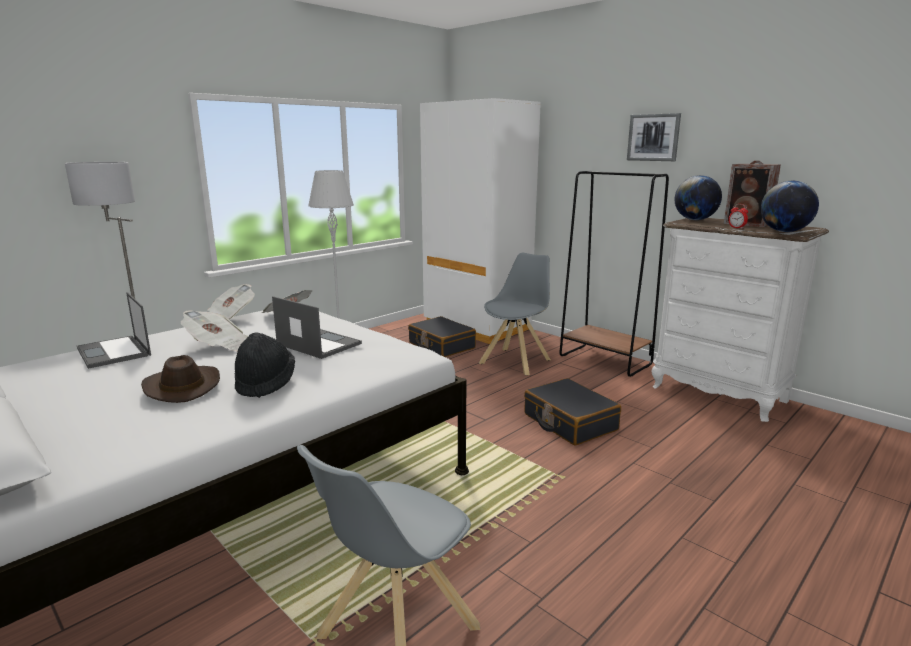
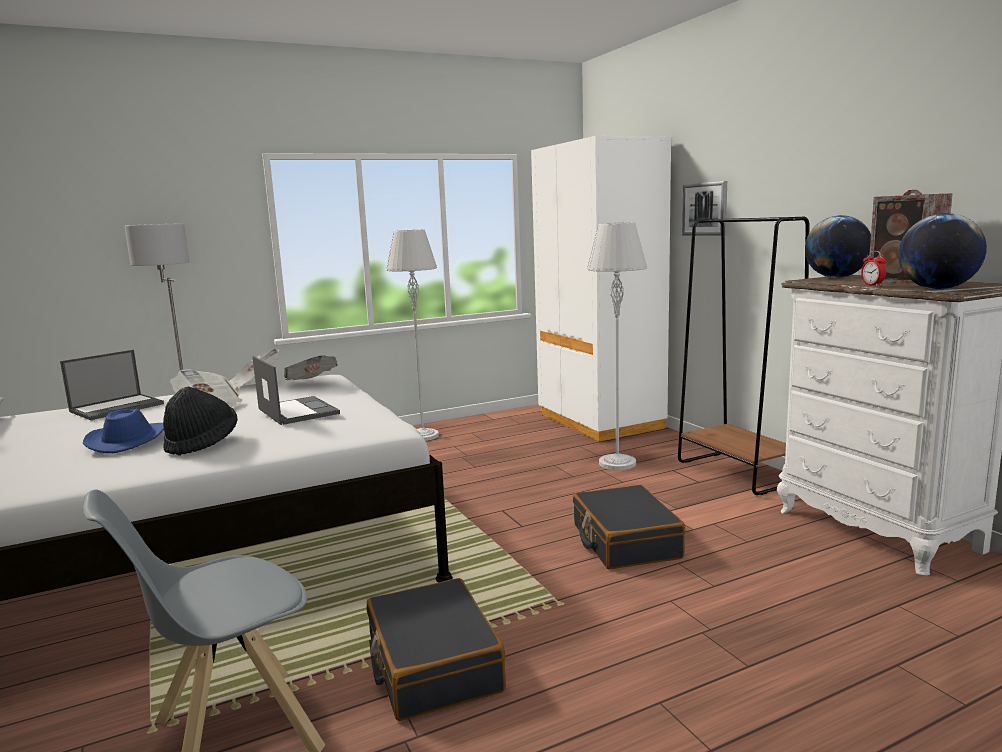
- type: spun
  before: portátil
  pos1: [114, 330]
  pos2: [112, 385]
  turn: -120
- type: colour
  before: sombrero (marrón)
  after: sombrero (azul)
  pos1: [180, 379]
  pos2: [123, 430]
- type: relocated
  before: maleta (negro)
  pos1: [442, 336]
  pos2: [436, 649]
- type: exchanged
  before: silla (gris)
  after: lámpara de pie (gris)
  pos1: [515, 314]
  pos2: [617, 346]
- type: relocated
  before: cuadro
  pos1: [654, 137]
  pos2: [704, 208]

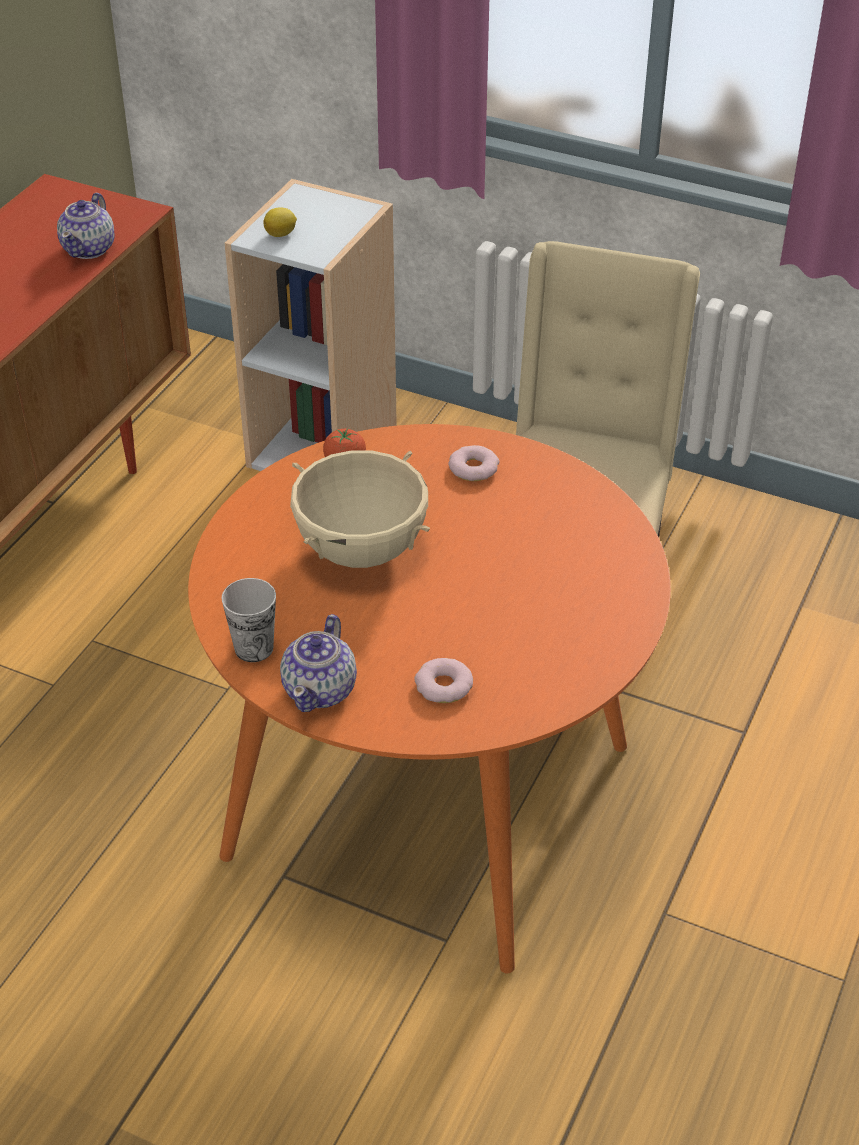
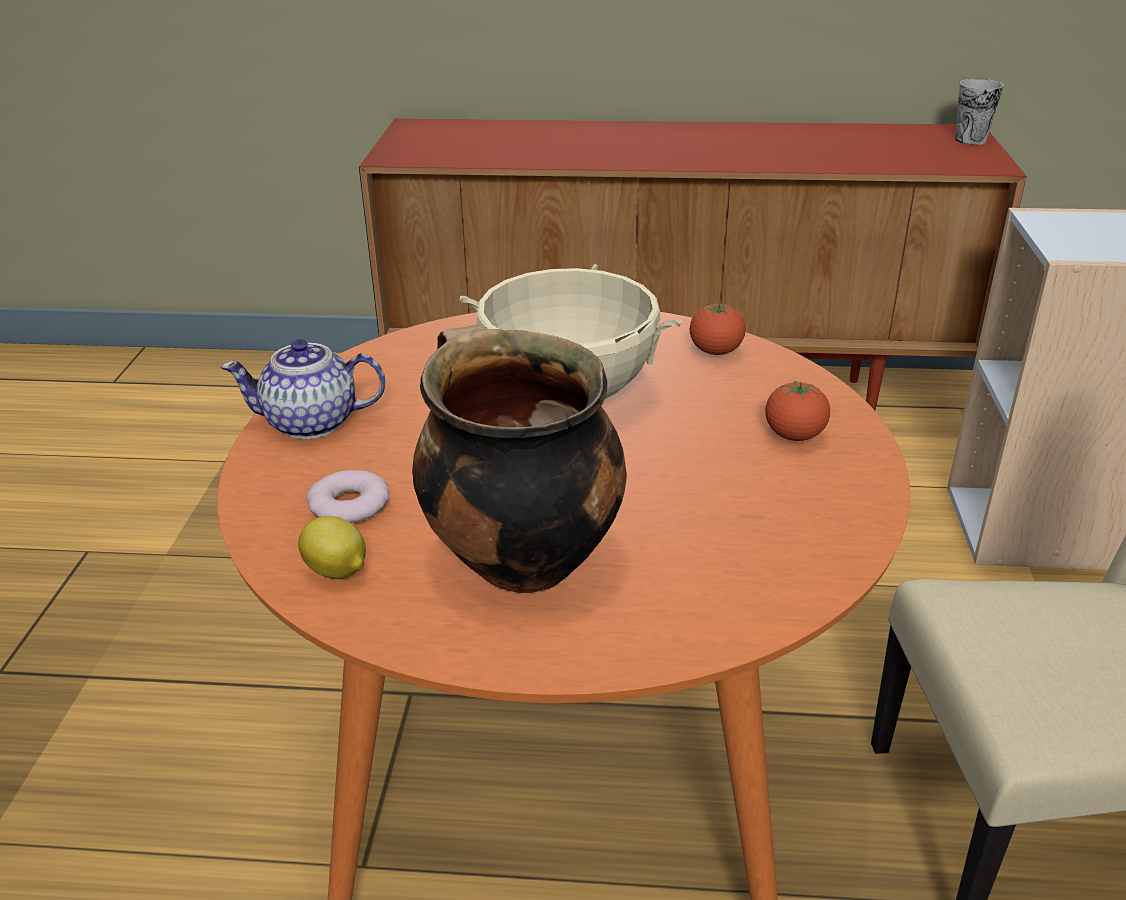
- type: relocated
  before: limón
  pos1: [280, 222]
  pos2: [332, 547]
- type: appeared
  after: olla
  pos2: [519, 459]
- type: exchanged
  before: rosquilla
  after: tomate
  pos1: [473, 463]
  pos2: [797, 411]
- type: relocated
  before: taza
  pos1: [249, 620]
  pos2: [979, 112]
- type: missing
  before: tetera
  pos1: [85, 226]

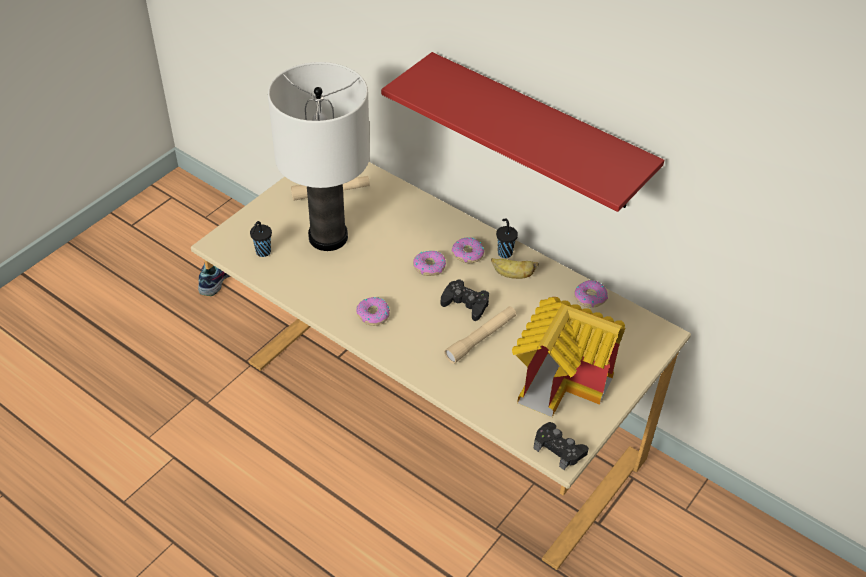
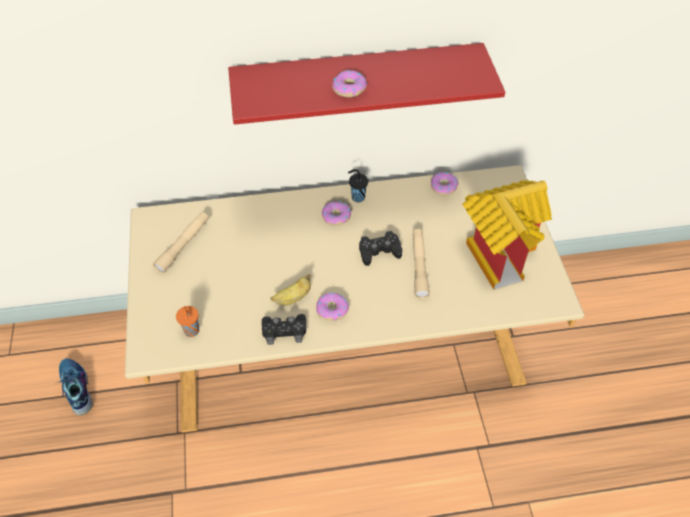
- type: colour
  before: taza (negro)
  after: taza (naranja)
  pos1: [261, 239]
  pos2: [187, 321]
- type: relocated
  before: mando de consola (negro)
  pos1: [561, 446]
  pos2: [284, 329]
- type: relocated
  before: plátano
  pos1: [515, 268]
  pos2: [290, 290]
- type: relocated
  before: rosquilla
  pos1: [429, 263]
  pos2: [349, 83]
- type: missing
  before: lámpara de mesa (blanco)
  pos1: [319, 156]

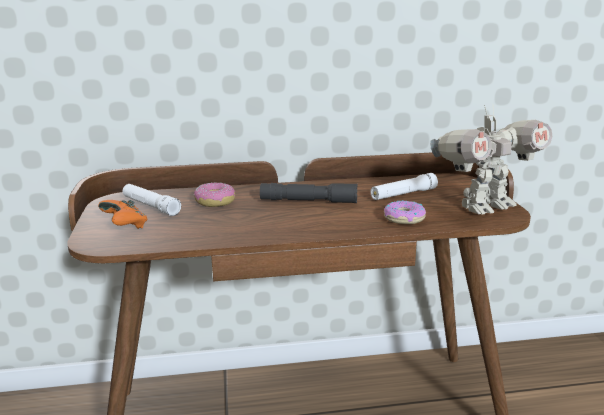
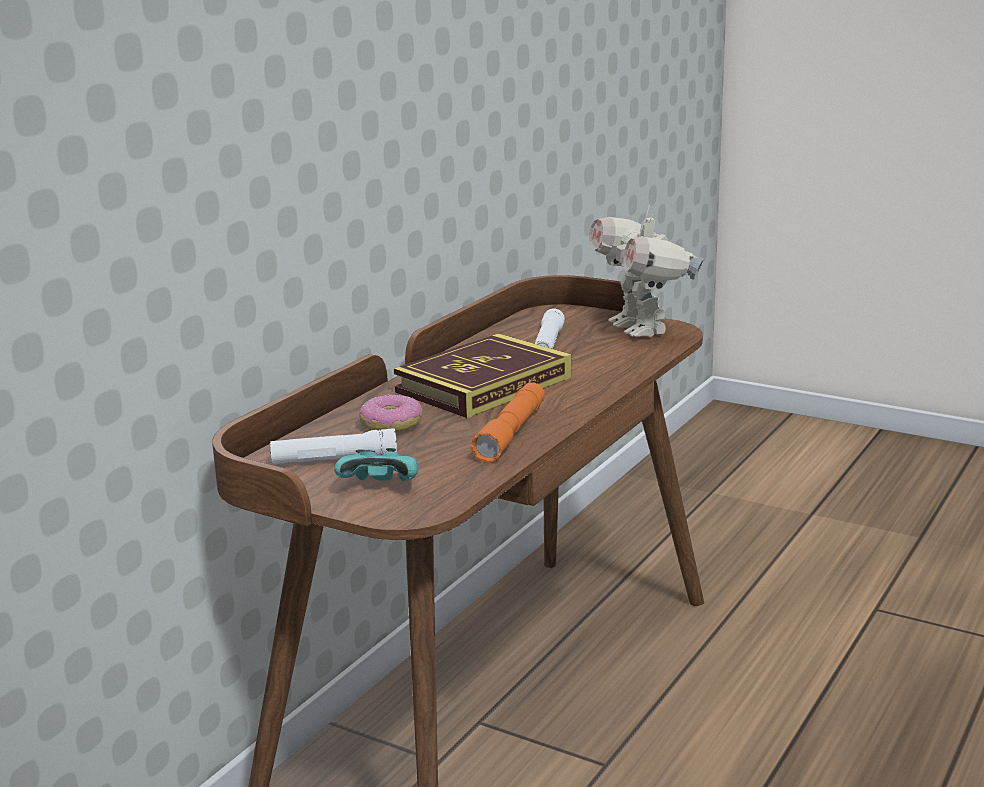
- type: colour
  before: mando de consola (naranja)
  after: mando de consola (turquesa)
  pos1: [122, 214]
  pos2: [376, 464]
- type: exchanged
  before: linterna (gris)
  after: libro
  pos1: [308, 193]
  pos2: [482, 375]
- type: appeared
  after: linterna (naranja)
  pos2: [508, 422]
- type: spun
  before: robot de juguete
  pos1: [491, 159]
  pos2: [646, 270]
  turn: 150
- type: missing
  before: rosquilla
  pos1: [405, 212]

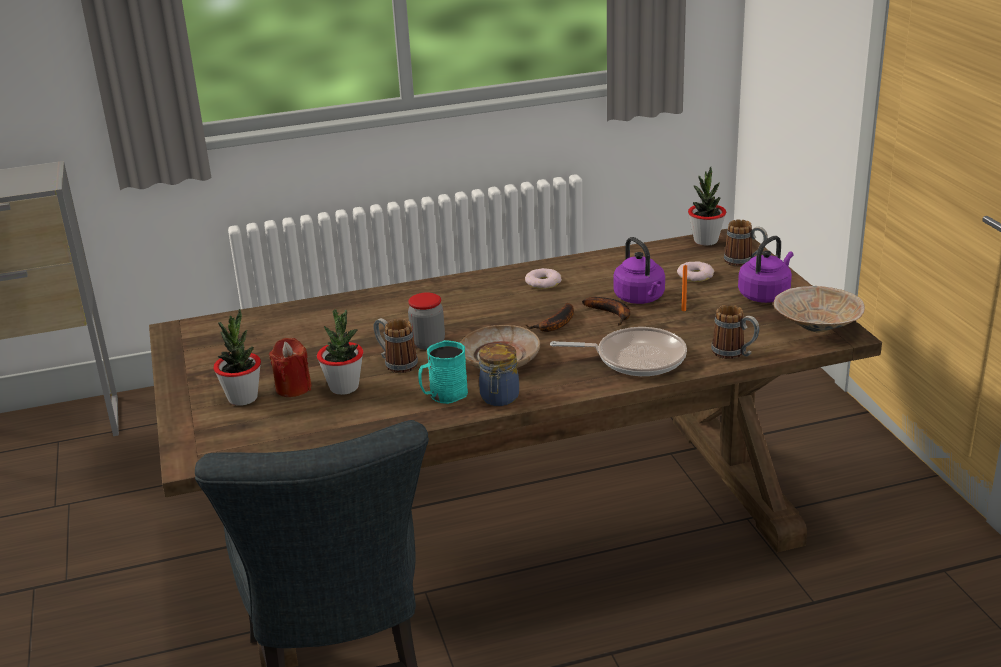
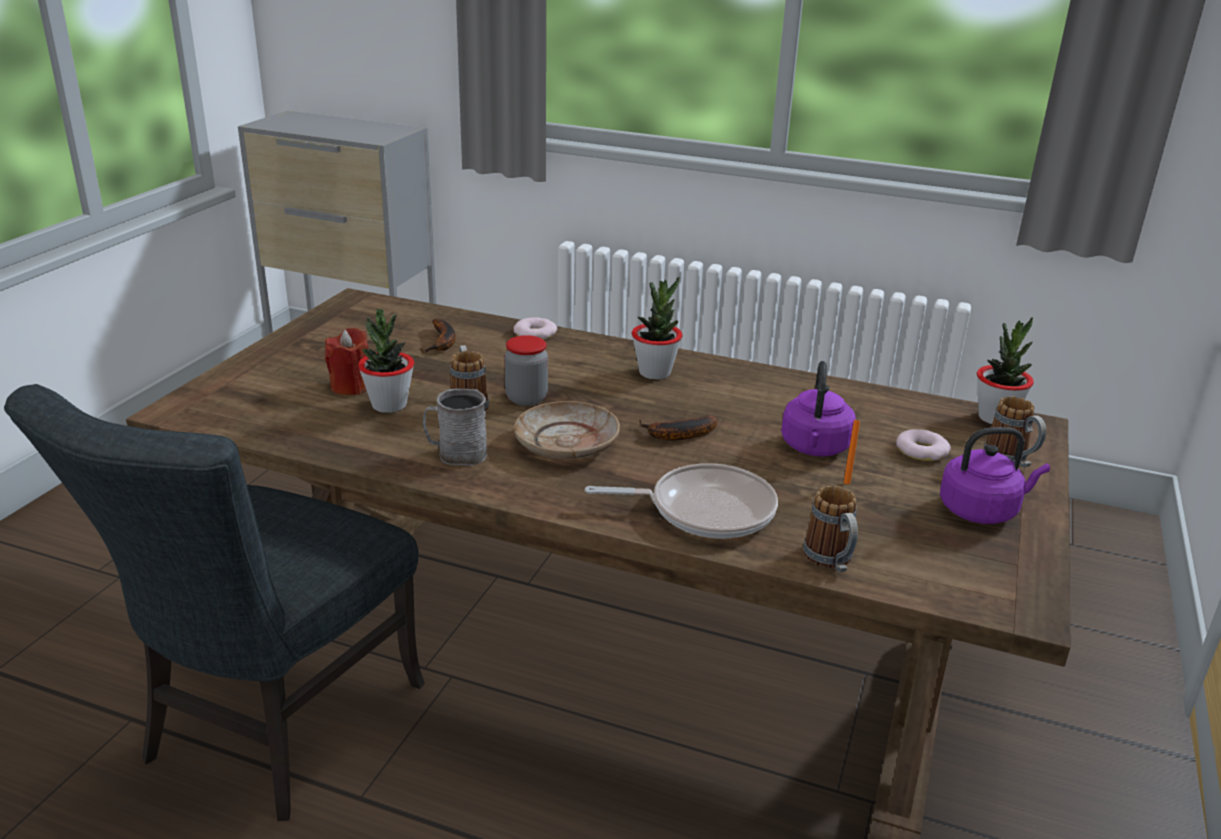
- type: relocated
  before: plátano
  pos1: [606, 311]
  pos2: [437, 336]
- type: colour
  before: taza grande (turquesa)
  after: taza grande (gris)
  pos1: [443, 372]
  pos2: [455, 427]
- type: relocated
  before: rosquilla
  pos1: [543, 278]
  pos2: [535, 328]
- type: spun
  before: sartén
  pos1: [618, 351]
  pos2: [681, 501]
  turn: -45
- type: relocated
  before: planta en maceta
  pos1: [237, 357]
  pos2: [657, 328]
- type: missing
  before: tarro
  pos1: [499, 374]
- type: missing
  before: cuenco (beis)
  pos1: [819, 309]

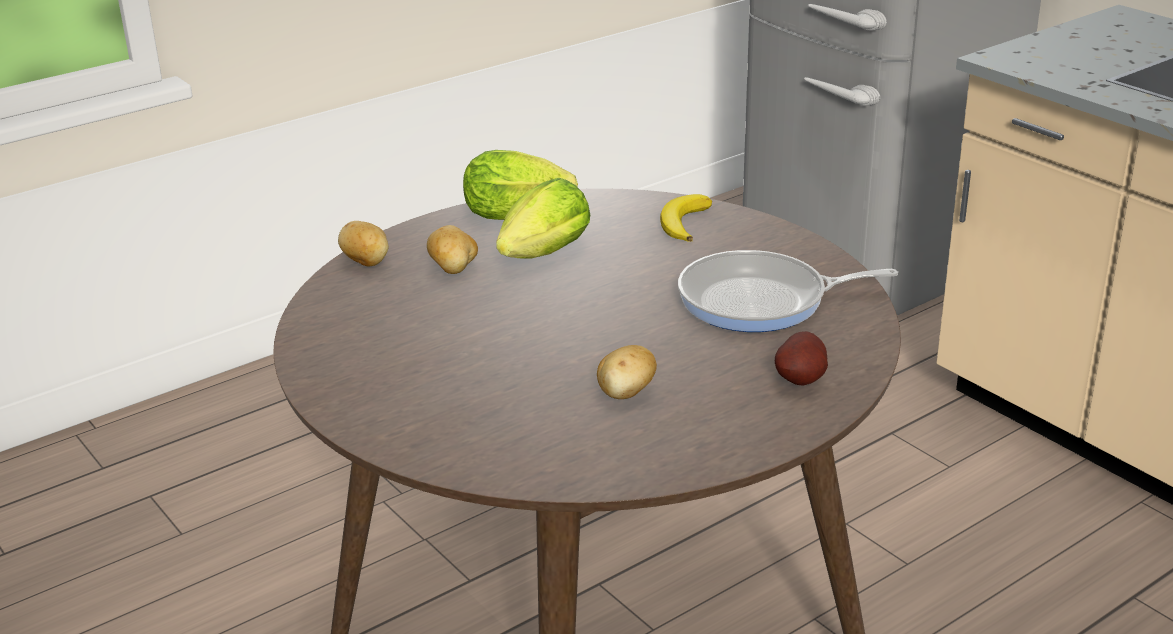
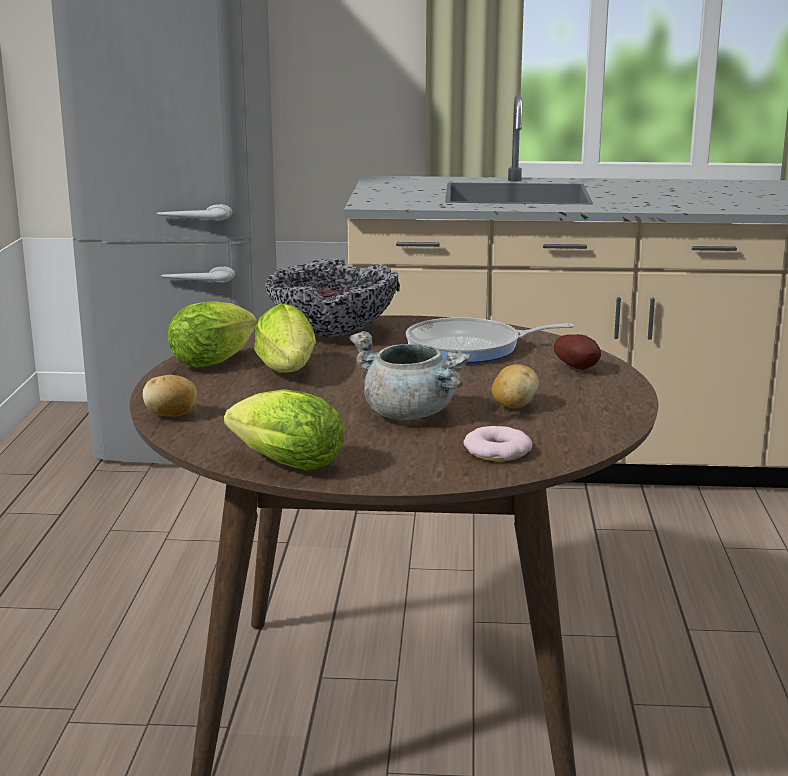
- type: appeared
  after: lechuga
  pos2: [284, 430]
- type: exchanged
  before: plátano
  after: cuenco
  pos1: [686, 218]
  pos2: [332, 298]
- type: appeared
  after: olla (gris)
  pos2: [410, 375]
- type: spun
  before: sartén
  pos1: [788, 291]
  pos2: [490, 340]
  turn: 45
- type: appeared
  after: rosquilla
  pos2: [497, 443]
- type: missing
  before: patata
  pos1: [452, 249]

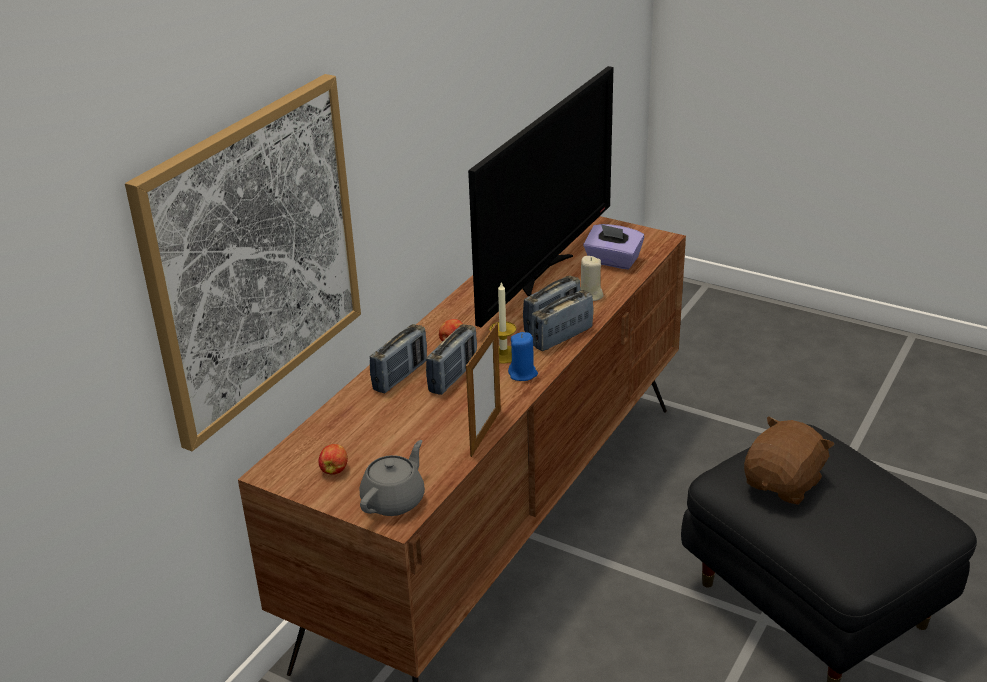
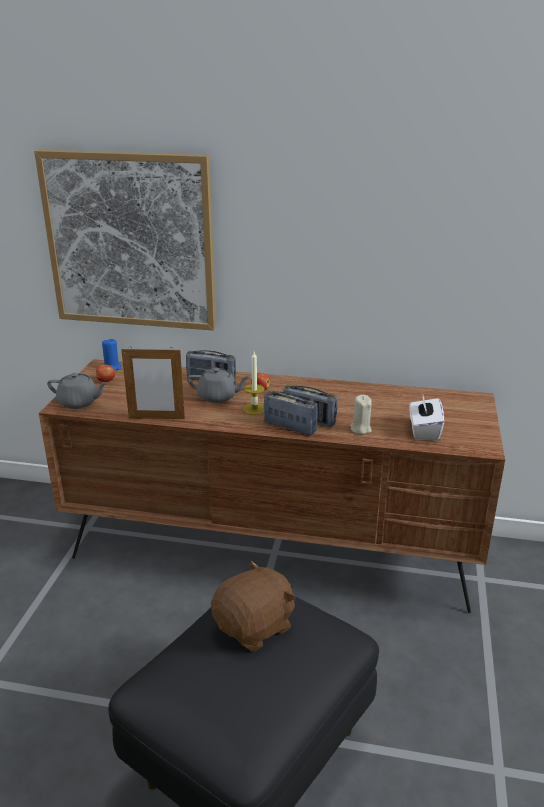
- type: relocated
  before: vela (azul)
  pos1: [523, 356]
  pos2: [111, 355]
- type: exchanged
  before: radio
  after: tetera (gris)
  pos1: [451, 359]
  pos2: [218, 385]
- type: spun
  before: peluche (marrón)
  pos1: [789, 460]
  pos2: [253, 605]
  turn: -60
- type: colour
  before: caja de pañuelos (morado)
  after: caja de pañuelos (blanco)
  pos1: [613, 247]
  pos2: [426, 418]
- type: missing
  before: televisor
  pos1: [540, 196]

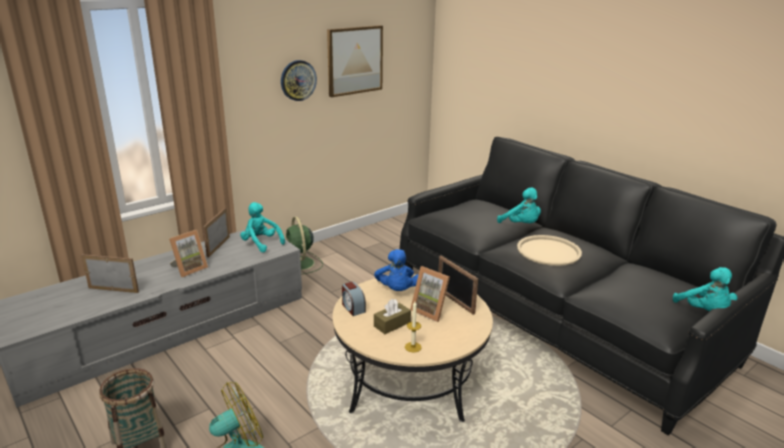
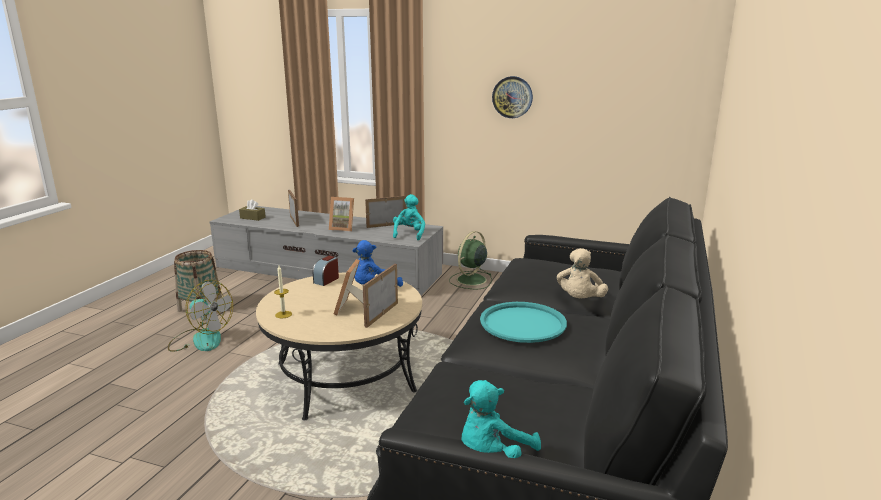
- type: relocated
  before: caja de pañuelos (marrón)
  pos1: [392, 316]
  pos2: [252, 210]
- type: colour
  before: bandeja (beis)
  after: bandeja (turquesa)
  pos1: [549, 250]
  pos2: [523, 322]
- type: colour
  before: peluche (turquesa)
  after: peluche (beis)
  pos1: [519, 205]
  pos2: [582, 273]
- type: missing
  before: cuadro
  pos1: [355, 61]

